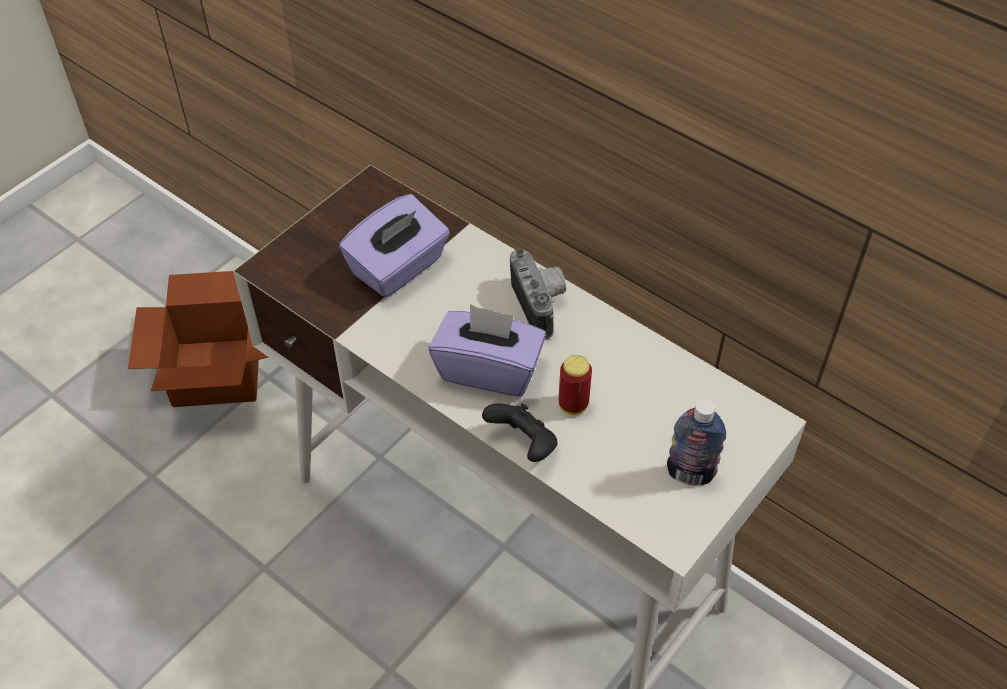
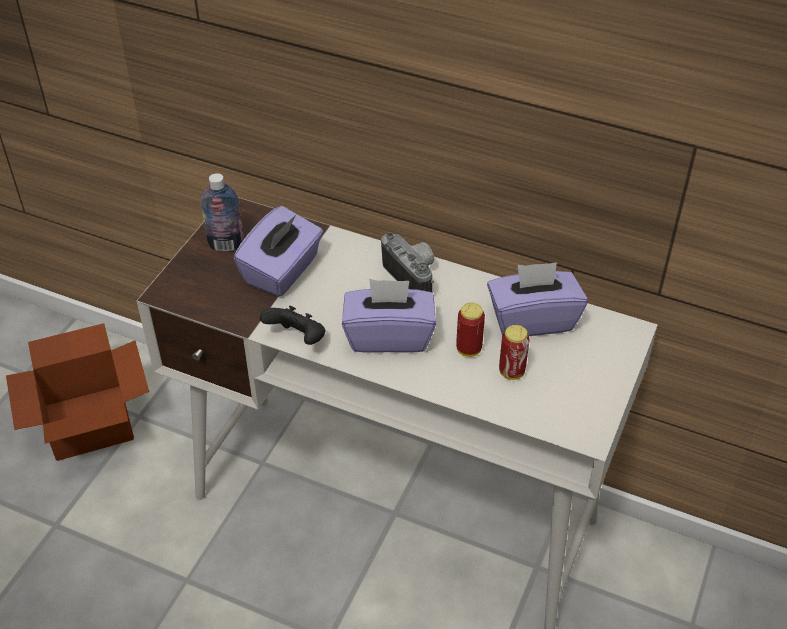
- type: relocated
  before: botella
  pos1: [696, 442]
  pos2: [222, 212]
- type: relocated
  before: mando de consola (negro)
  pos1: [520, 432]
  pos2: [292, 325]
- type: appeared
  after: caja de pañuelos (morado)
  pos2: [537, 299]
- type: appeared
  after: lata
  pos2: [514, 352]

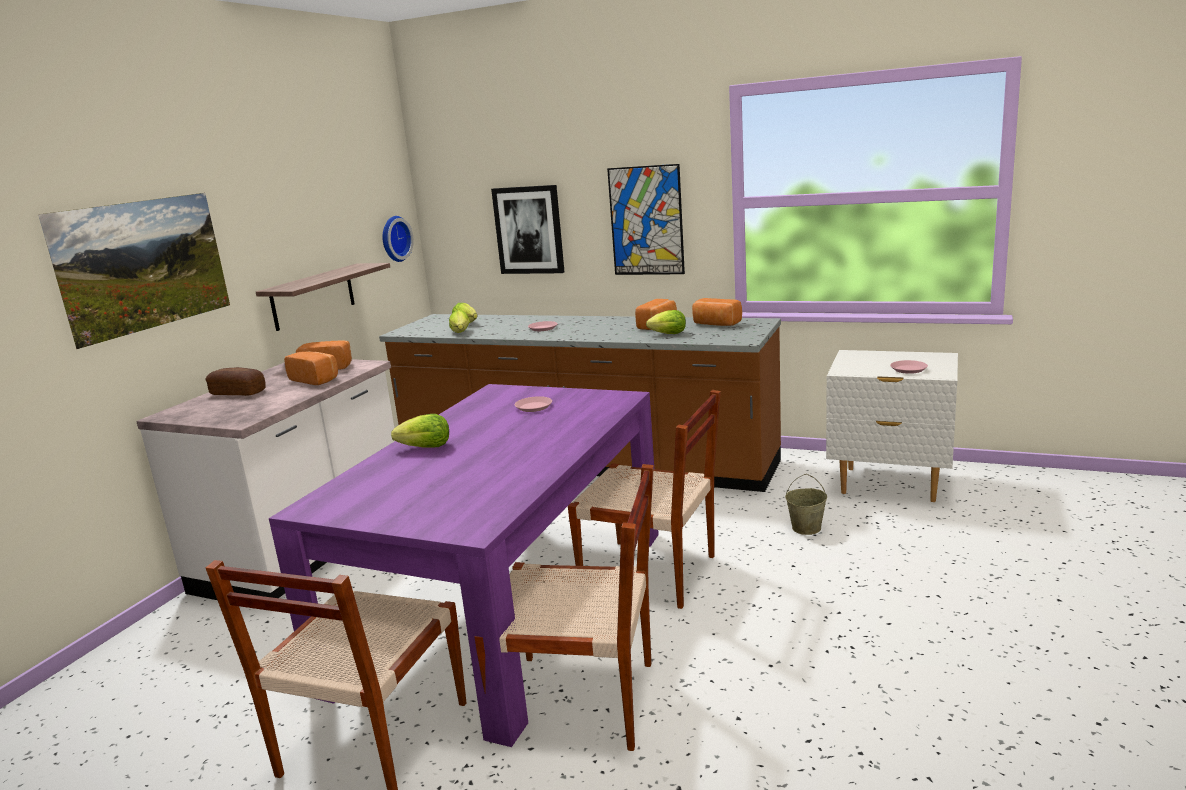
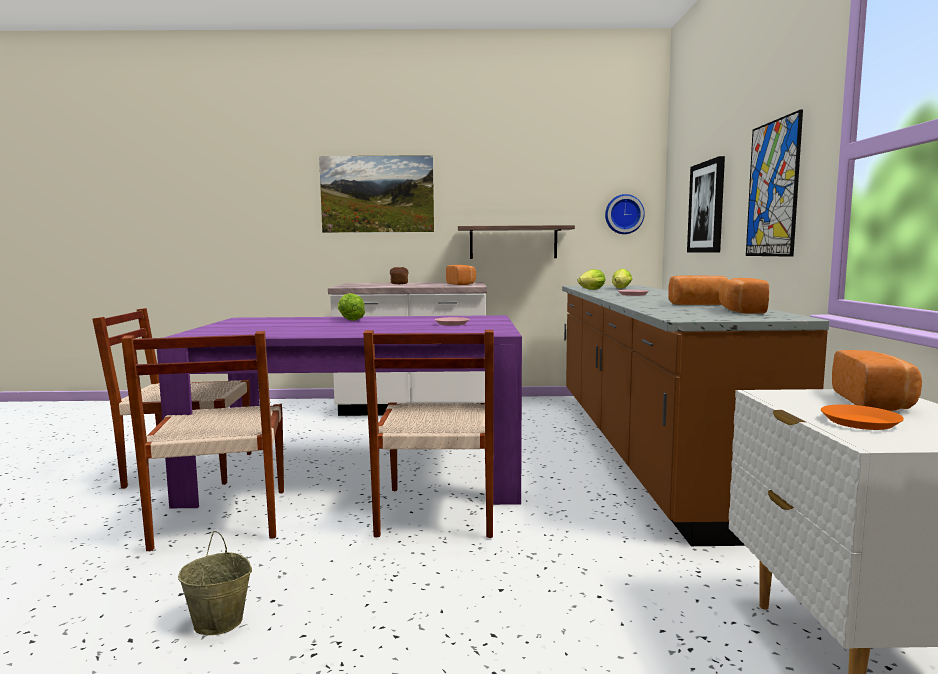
- type: relocated
  before: cubo (beis)
  pos1: [806, 504]
  pos2: [215, 583]
- type: colour
  before: plato (rosa)
  after: plato (naranja)
  pos1: [909, 367]
  pos2: [862, 417]
- type: relocated
  before: pan
  pos1: [311, 368]
  pos2: [877, 380]
- type: missing
  before: lechuga
  pos1: [666, 322]

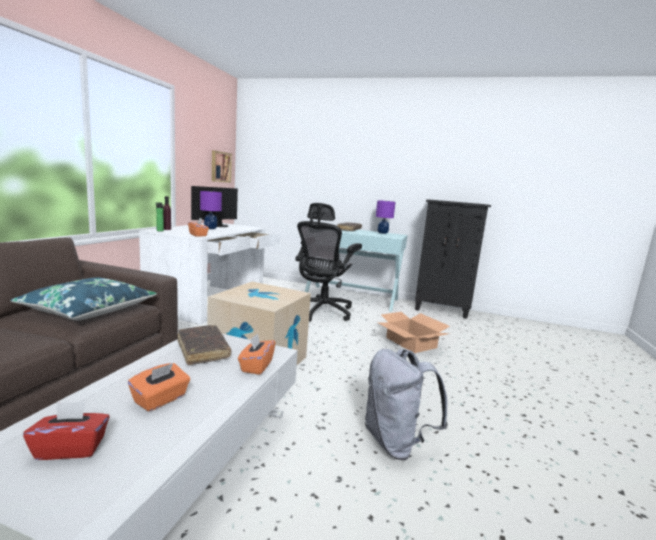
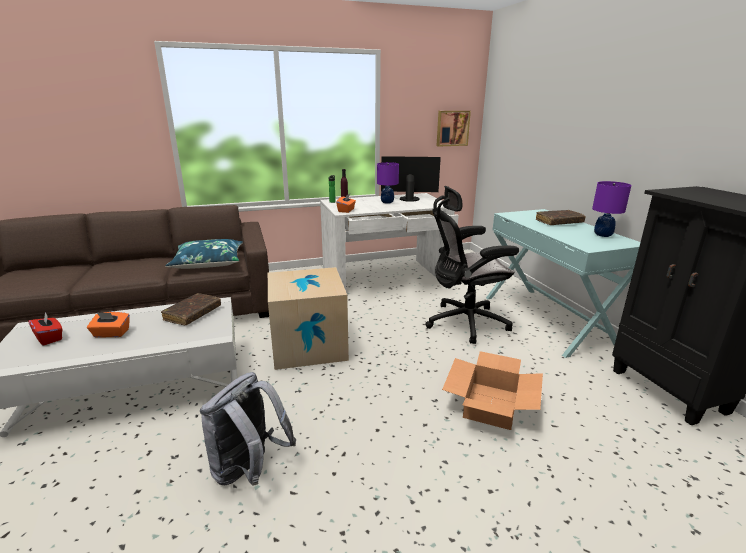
- type: missing
  before: caja de pañuelos (naranja)
  pos1: [257, 354]

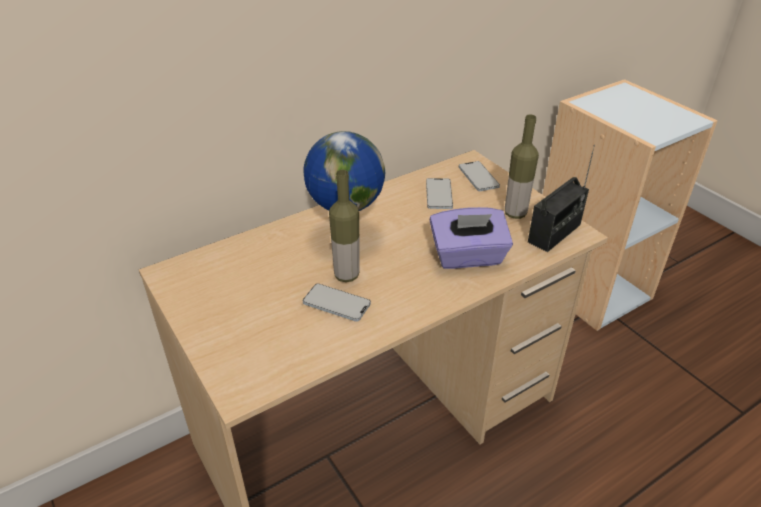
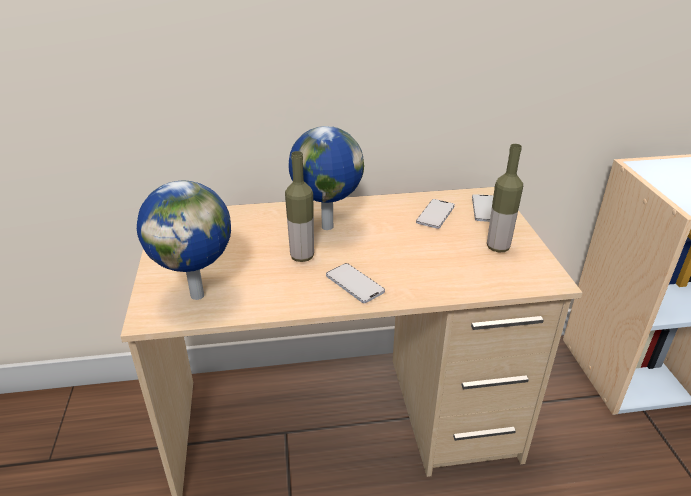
- type: appeared
  after: globo terráqueo
  pos2: [184, 240]
- type: relocated
  before: móvil
  pos1: [337, 302]
  pos2: [355, 283]
- type: missing
  before: caja de pañuelos (morado)
  pos1: [471, 238]
- type: missing
  before: radio
  pos1: [561, 198]

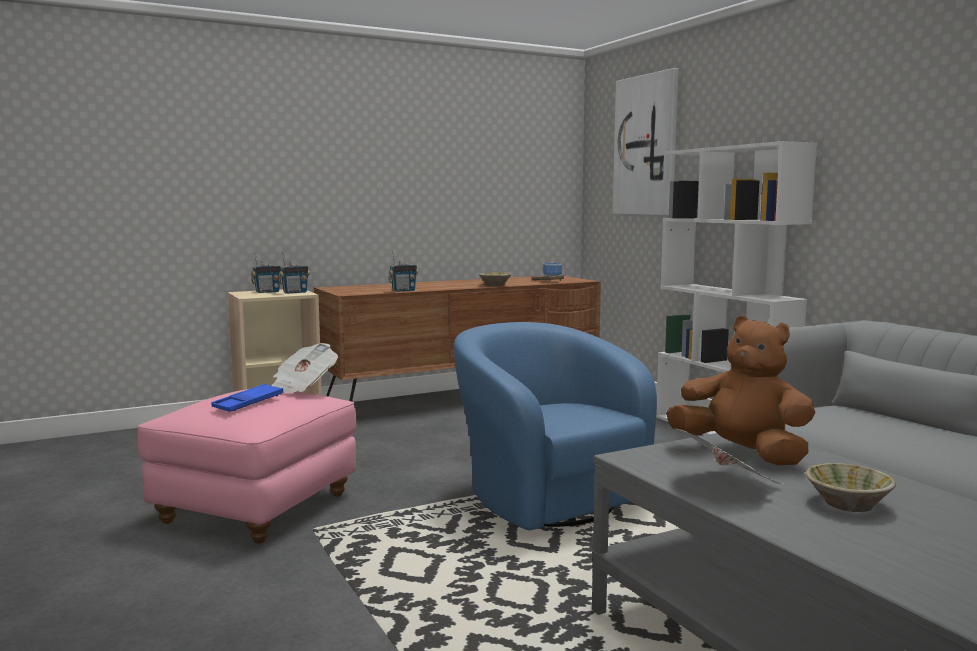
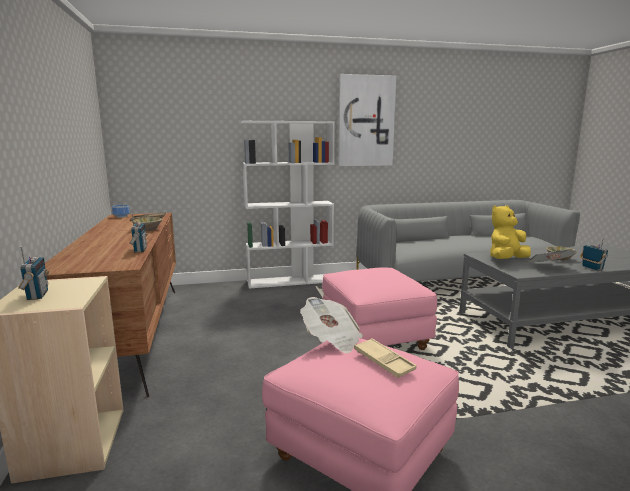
- type: exchanged
  before: sillón (azul)
  after: puf (rosa)
  pos1: [555, 426]
  pos2: [379, 308]
- type: relocated
  before: cuadro
  pos1: [646, 141]
  pos2: [367, 120]
- type: colour
  before: bandeja (azul)
  after: bandeja (beis)
  pos1: [247, 398]
  pos2: [385, 358]
- type: colour
  before: peluche (marrón)
  after: peluche (amarillo)
  pos1: [740, 390]
  pos2: [510, 232]
- type: relocated
  before: radio
  pos1: [294, 273]
  pos2: [594, 254]

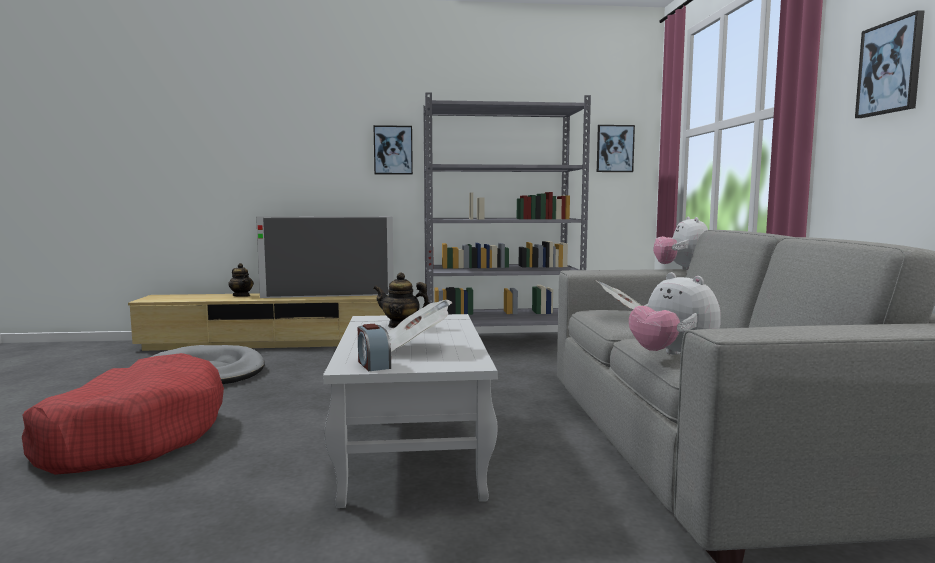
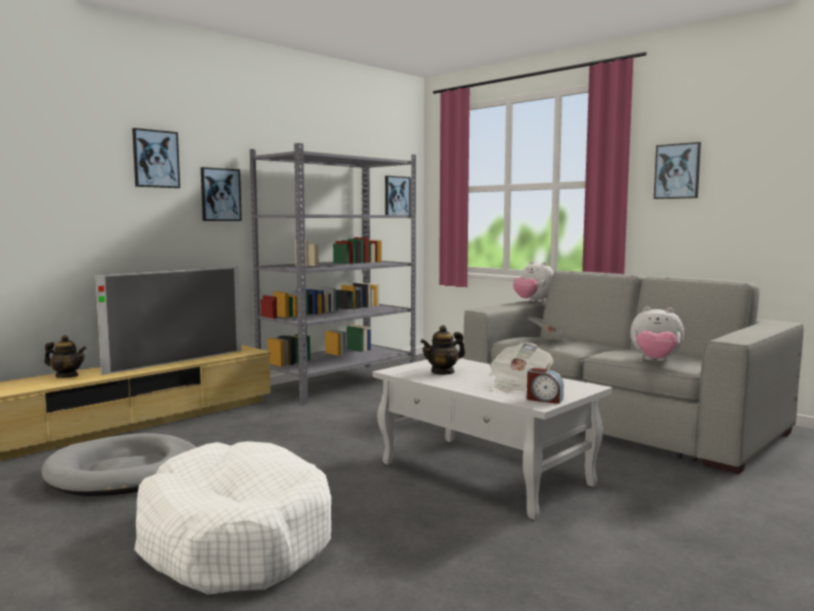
- type: appeared
  after: cuadro
  pos2: [156, 158]
- type: colour
  before: cama para perro (rojo)
  after: cama para perro (blanco)
  pos1: [123, 414]
  pos2: [233, 518]

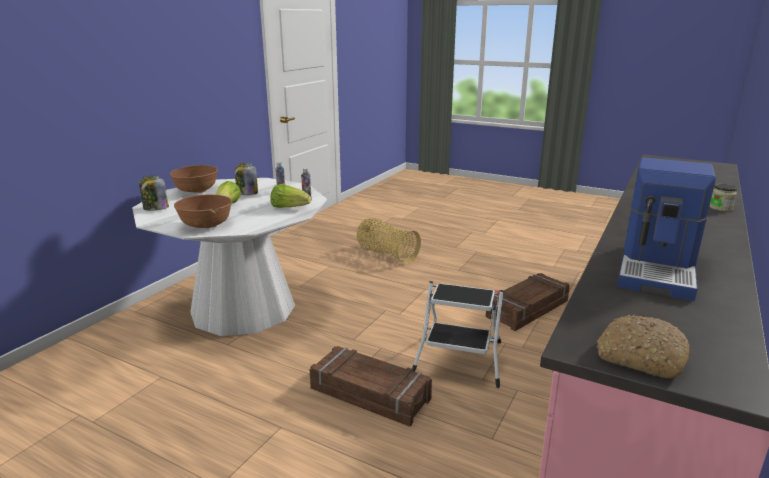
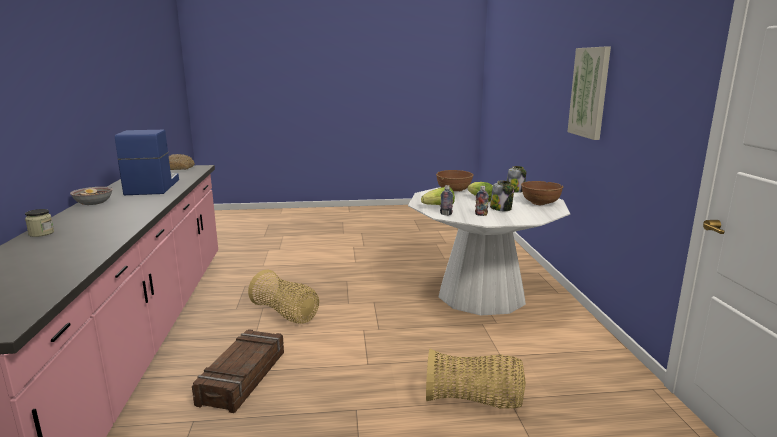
- type: appeared
  after: cuenco
  pos2: [91, 196]
- type: exchanged
  before: escalera de tijera
  after: cesta
  pos1: [457, 334]
  pos2: [283, 296]
- type: appeared
  after: cuadro
  pos2: [589, 93]
- type: missing
  before: caja de embalaje
  pos1: [370, 386]

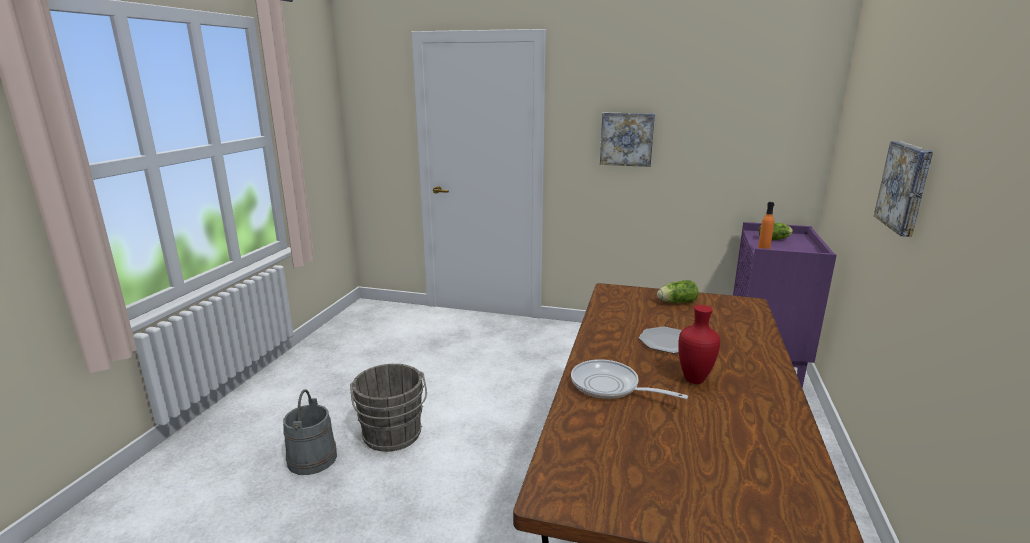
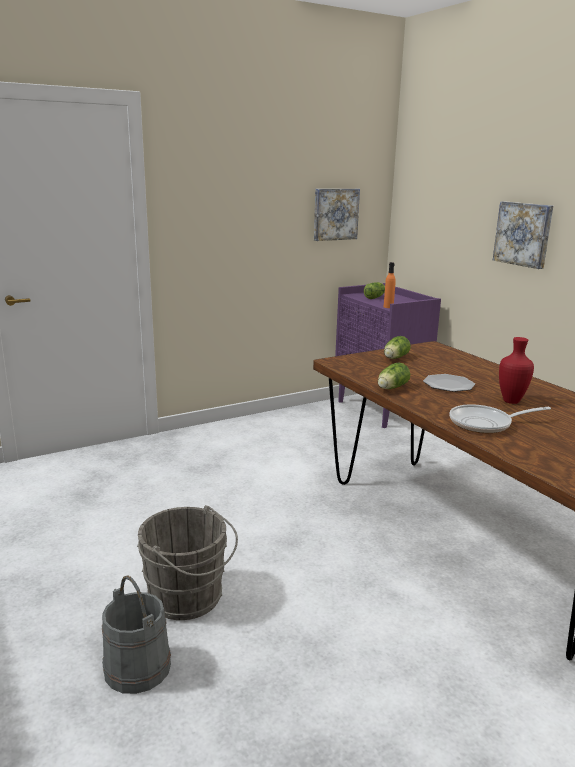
- type: relocated
  before: cuadro
  pos1: [627, 139]
  pos2: [337, 215]
- type: appeared
  after: lechuga
  pos2: [394, 375]

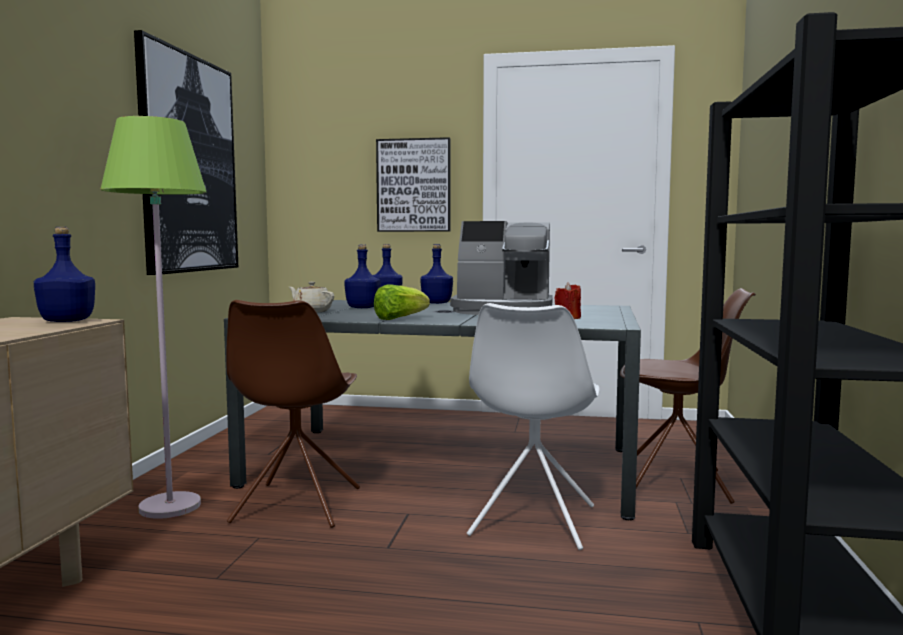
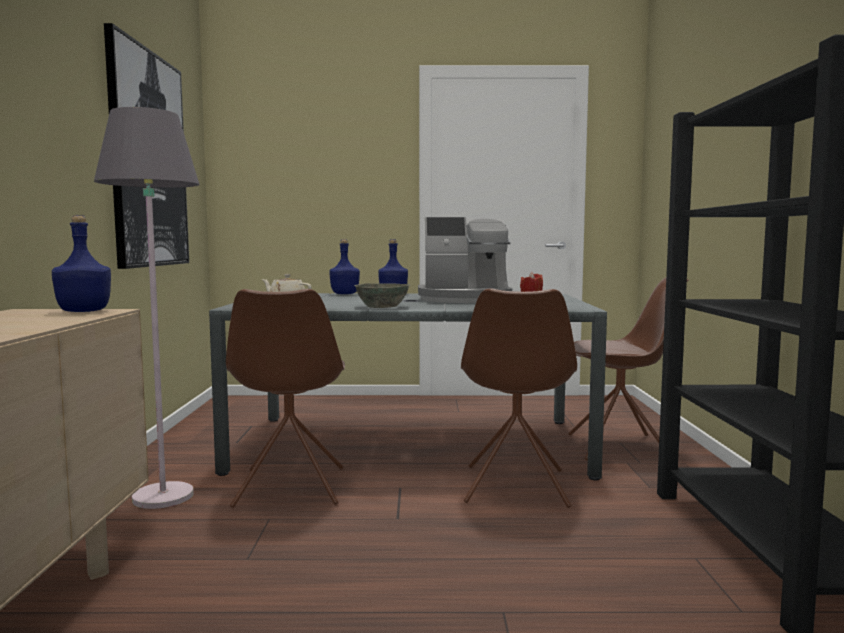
- type: colour
  before: lámpara de pie (verde)
  after: lámpara de pie (gris)
  pos1: [153, 317]
  pos2: [146, 308]
- type: exchanged
  before: lechuga
  after: cuenco (gris)
  pos1: [402, 302]
  pos2: [382, 295]
- type: colour
  before: silla (blanco)
  after: silla (marrón)
  pos1: [533, 426]
  pos2: [519, 398]
- type: missing
  before: botella (azul)
  pos1: [362, 276]
- type: missing
  before: cuadro
  pos1: [413, 184]

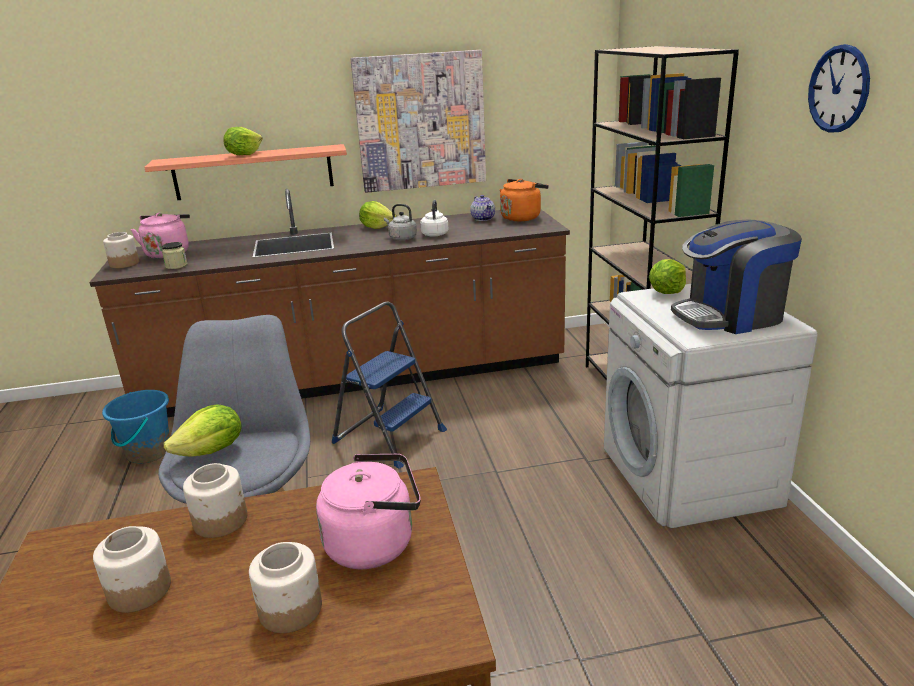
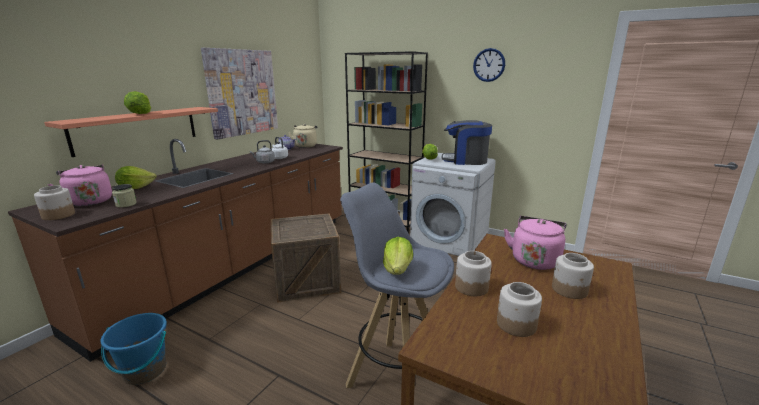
- type: relocated
  before: lechuga
  pos1: [377, 215]
  pos2: [135, 177]
- type: exchanged
  before: escalera de tijera (azul)
  after: caja de embalaje
  pos1: [389, 385]
  pos2: [306, 258]
- type: colour
  before: hervidor (naranja)
  after: hervidor (beis)
  pos1: [524, 200]
  pos2: [303, 136]
- type: spun
  before: cafetera
  pos1: [736, 277]
  pos2: [467, 142]
  turn: 75

